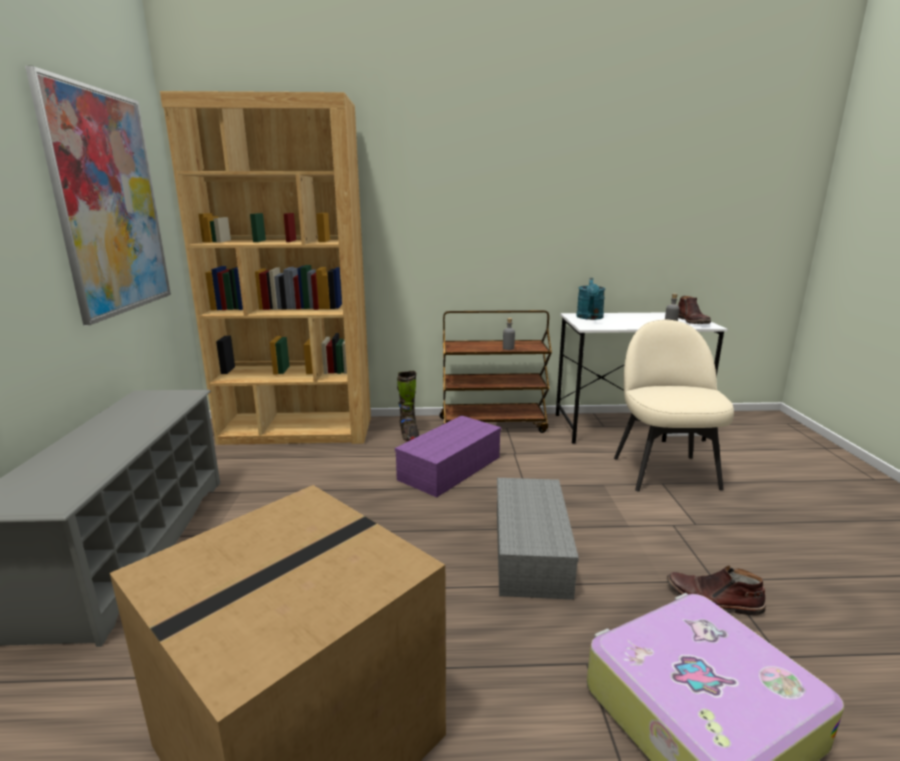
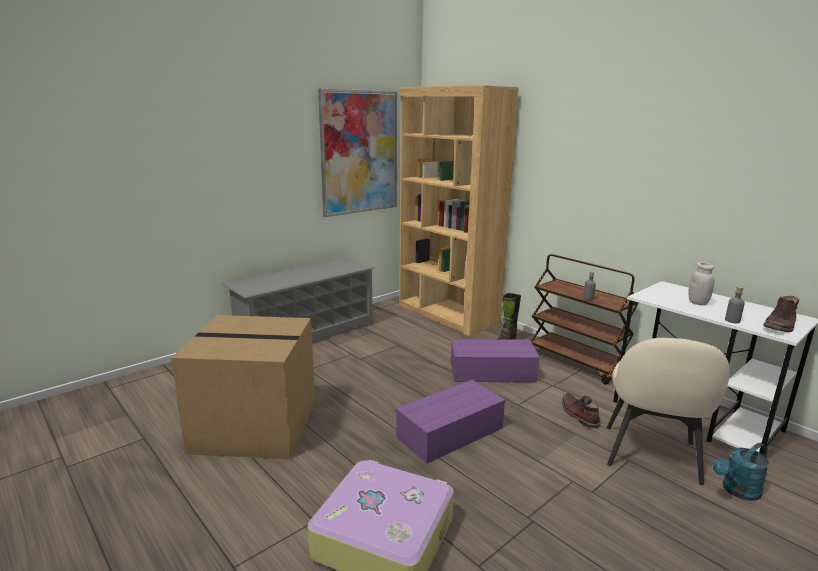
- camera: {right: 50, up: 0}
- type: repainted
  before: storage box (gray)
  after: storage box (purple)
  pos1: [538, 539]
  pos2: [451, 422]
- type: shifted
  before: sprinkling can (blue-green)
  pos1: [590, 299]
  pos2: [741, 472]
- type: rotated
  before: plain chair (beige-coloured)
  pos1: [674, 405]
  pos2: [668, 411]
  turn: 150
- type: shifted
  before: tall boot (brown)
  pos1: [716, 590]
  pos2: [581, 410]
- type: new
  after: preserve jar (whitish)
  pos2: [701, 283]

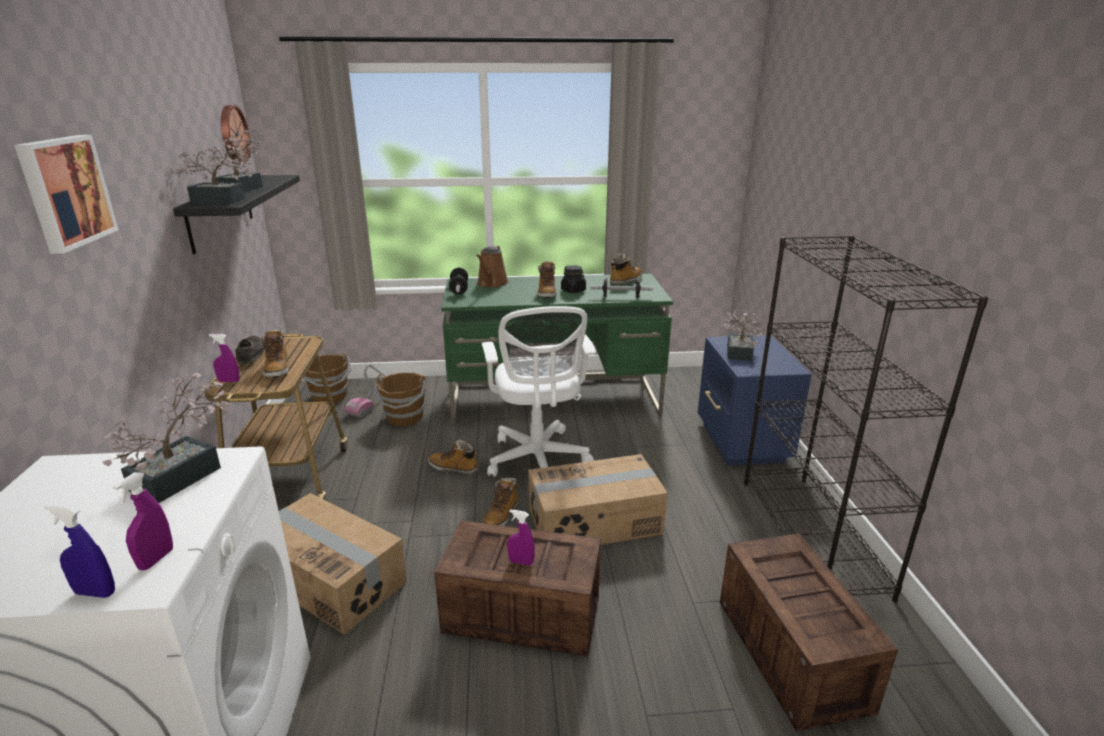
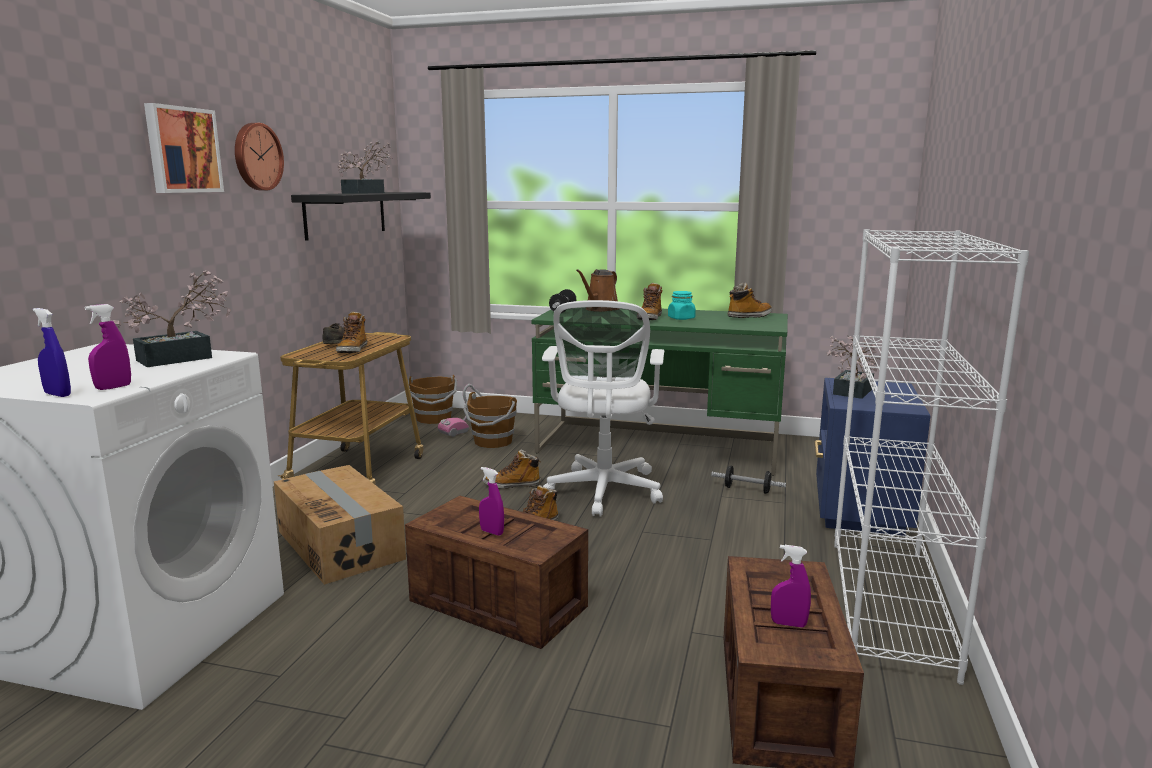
- camera: {right: 20, up: -10}
- type: gone
  before: plant in a pot
  pos1: [212, 171]
- type: shifted
  before: sprayer (purple)
  pos1: [224, 358]
  pos2: [791, 586]
- type: shifted
  before: clock on the wall
  pos1: [235, 133]
  pos2: [259, 156]
- type: rotated
  before: tall boot
  pos1: [453, 457]
  pos2: [512, 469]
  turn: -45
- type: gone
  before: carton
  pos1: [598, 499]
- type: repainted
  before: preserve jar (black-coloured)
  after: preserve jar (blue-green)
  pos1: [573, 279]
  pos2: [682, 305]
- type: shifted
  before: dumbbell
  pos1: [621, 288]
  pos2: [748, 480]
- type: repainted
  before: shelving unit (black-coloured)
  after: shelving unit (whitish)
  pos1: [866, 418]
  pos2: [931, 457]

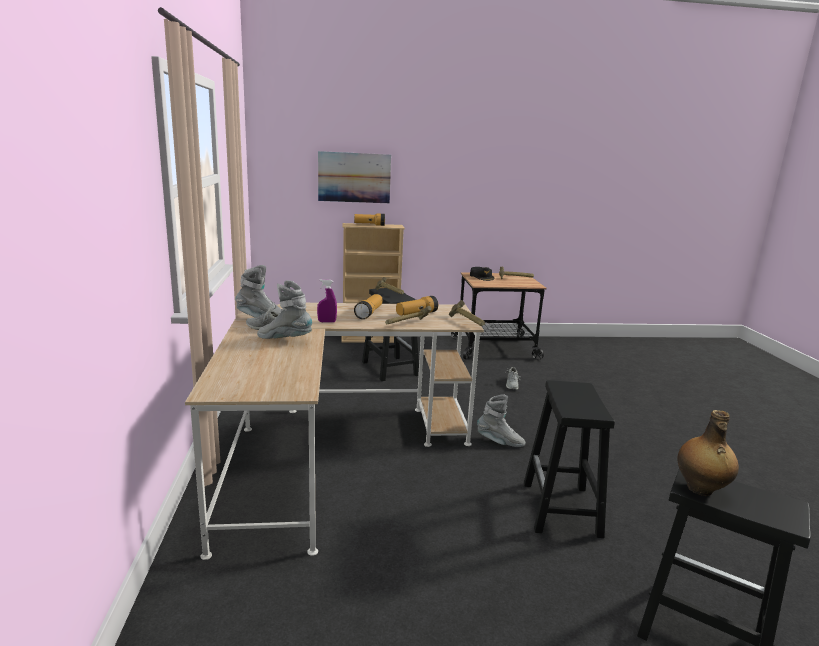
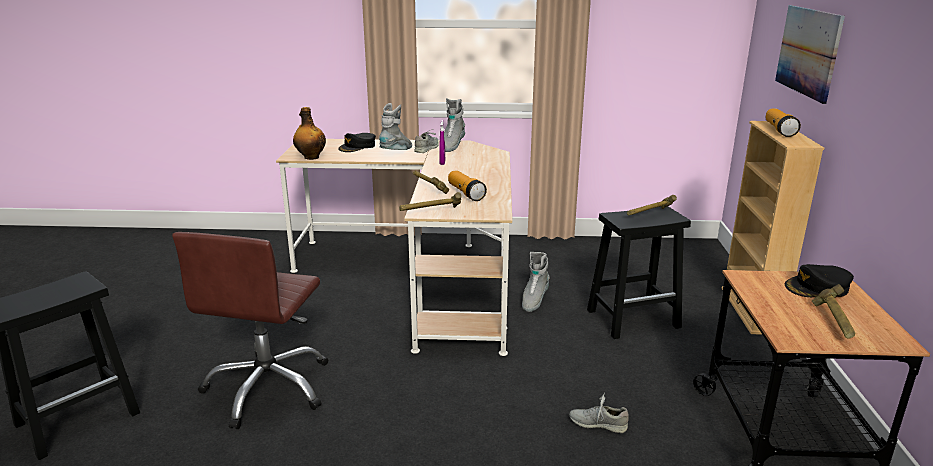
- camera: {right: 100, up: 5}
- type: gone
  before: hand torch
  pos1: [368, 306]
- type: shifted
  before: tall boot (gray)
  pos1: [501, 420]
  pos2: [535, 282]
- type: swapped
  before: sitting stool (black-coloured)
  after: desk chair (brown)
  pos1: [569, 459]
  pos2: [250, 330]
- type: shifted
  before: drink bottle
  pos1: [708, 453]
  pos2: [309, 133]
- type: new
  after: baseball cap (black-coloured)
  pos2: [357, 142]

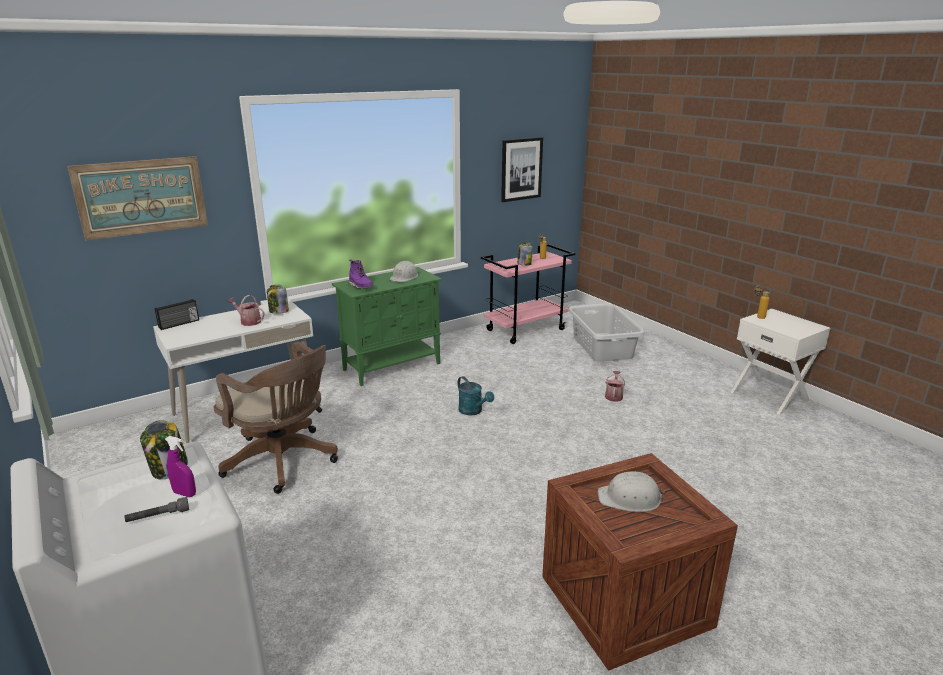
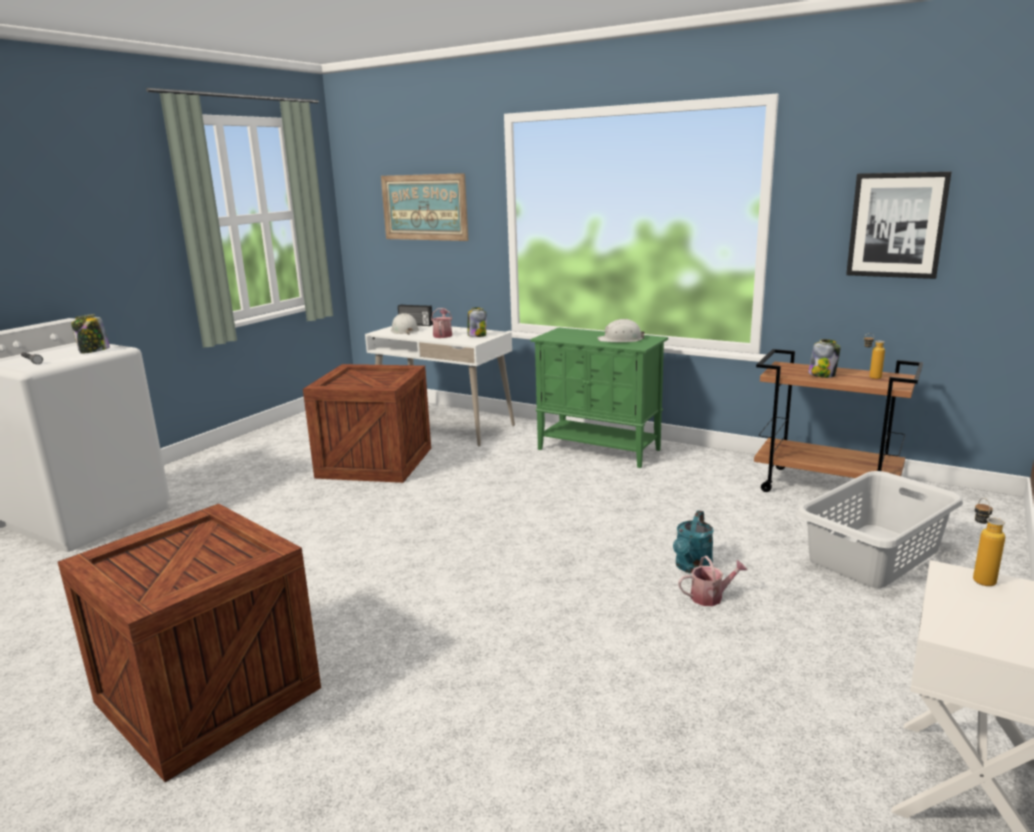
- camera: {right: 65, up: -5}
- type: gone
  before: sprayer (purple)
  pos1: [180, 466]
- type: swapped
  before: desk chair (brown)
  after: crate
  pos1: [276, 418]
  pos2: [367, 423]
- type: gone
  before: tall boot (purple)
  pos1: [360, 274]
- type: shifted
  before: sprinkling can (blue-green)
  pos1: [476, 395]
  pos2: [693, 541]
- type: repainted
  before: cart (pinkish)
  after: cart (brown)
  pos1: [528, 294]
  pos2: [838, 420]
- type: shifted
  before: work helmet (whitish)
  pos1: [631, 491]
  pos2: [405, 324]

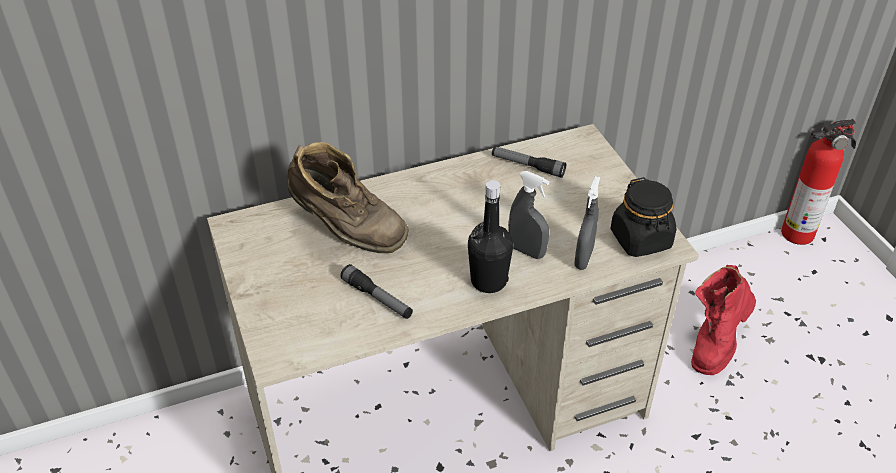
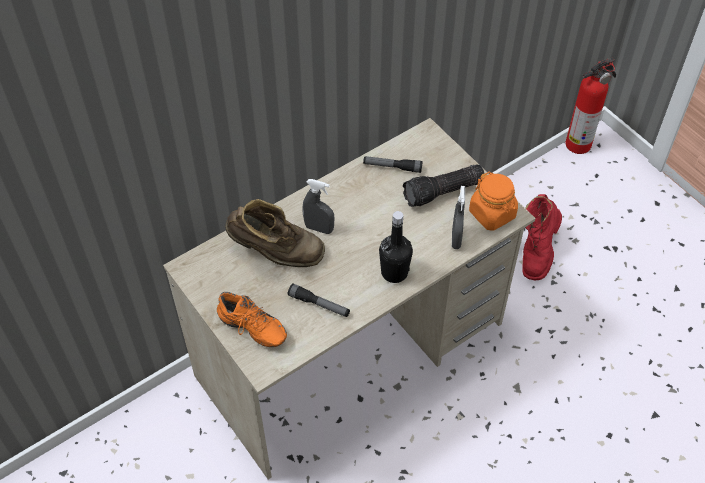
- camera: {right: -15, up: 10}
- type: shifted
  before: sprayer (gray)
  pos1: [528, 215]
  pos2: [318, 206]
- type: repainted
  before: preserve jar (black-coloured)
  after: preserve jar (orange)
  pos1: [643, 217]
  pos2: [493, 201]
- type: new
  after: low shoe (orange)
  pos2: [252, 319]
- type: new
  after: hand torch
  pos2: [443, 185]

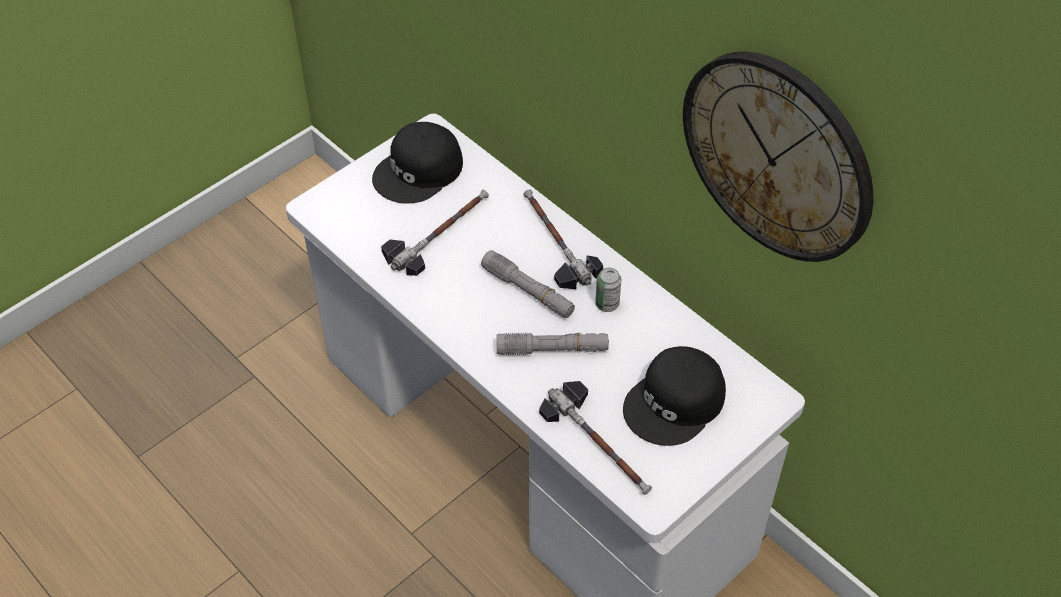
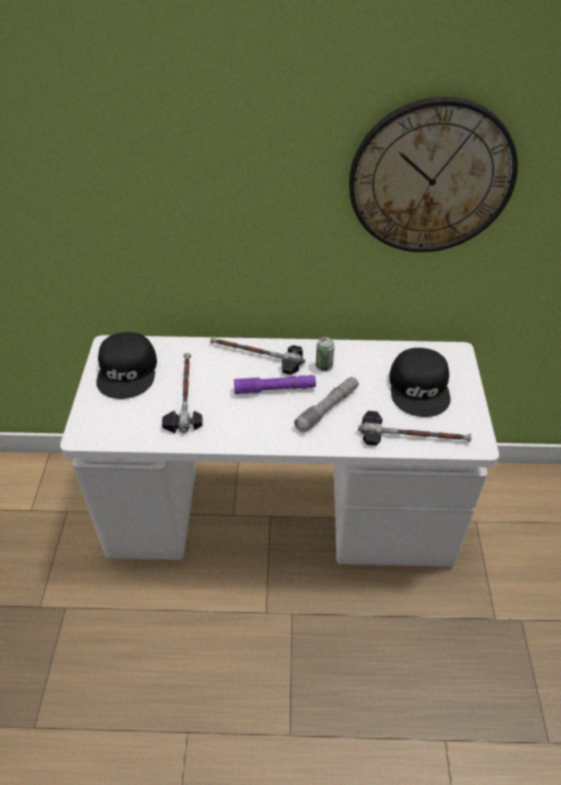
- camera: {right: -45, up: -5}
- type: repainted
  before: hand torch (gray)
  after: hand torch (purple)
  pos1: [528, 284]
  pos2: [275, 384]

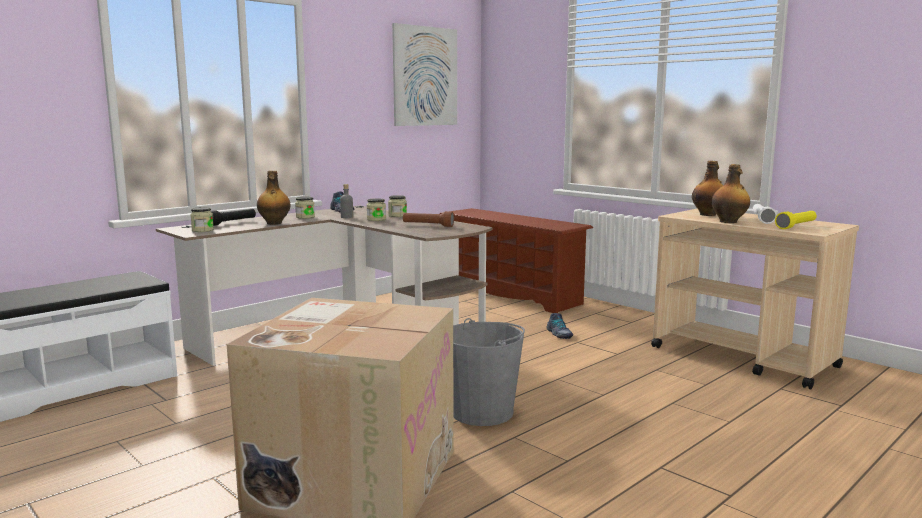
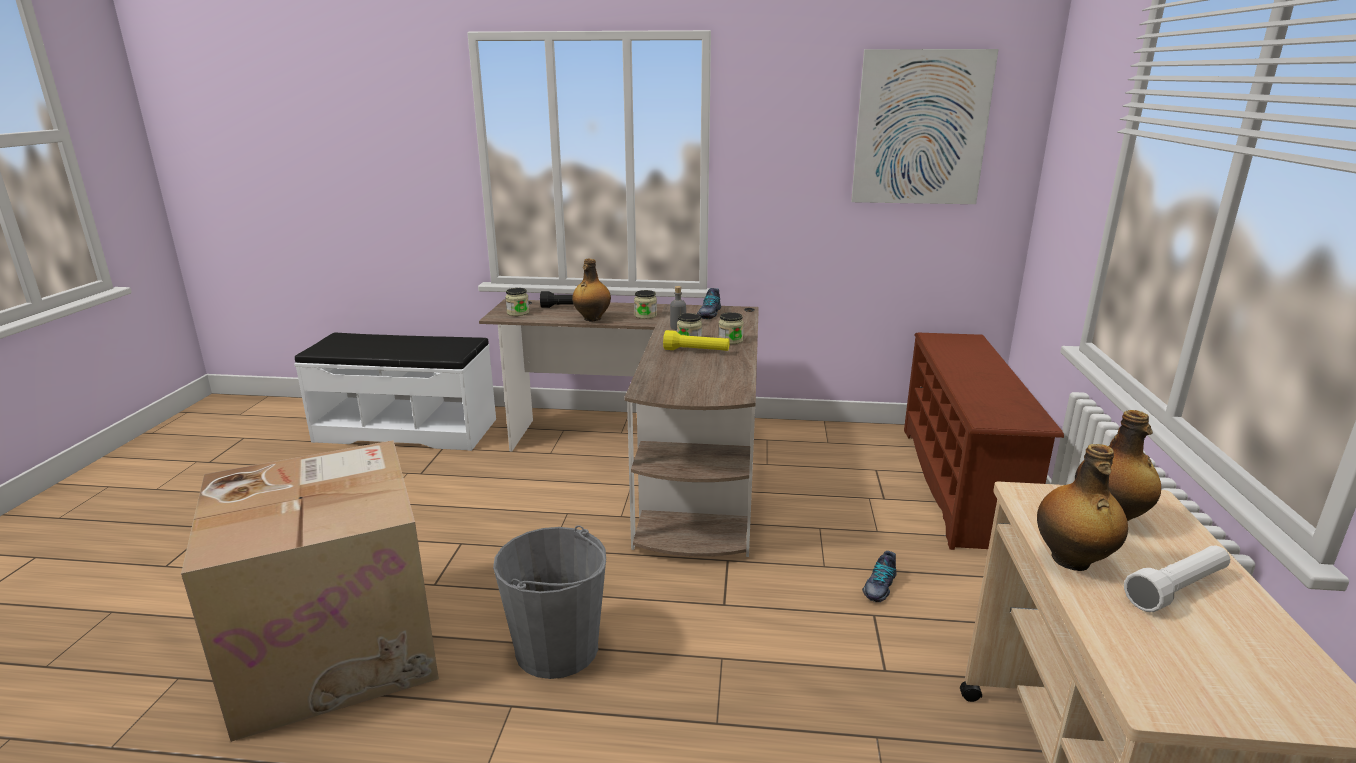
- camera: {right: 50, up: 10}
- type: gone
  before: hand torch (brown)
  pos1: [428, 219]
- type: shifted
  before: hand torch (yellow)
  pos1: [796, 220]
  pos2: [696, 340]

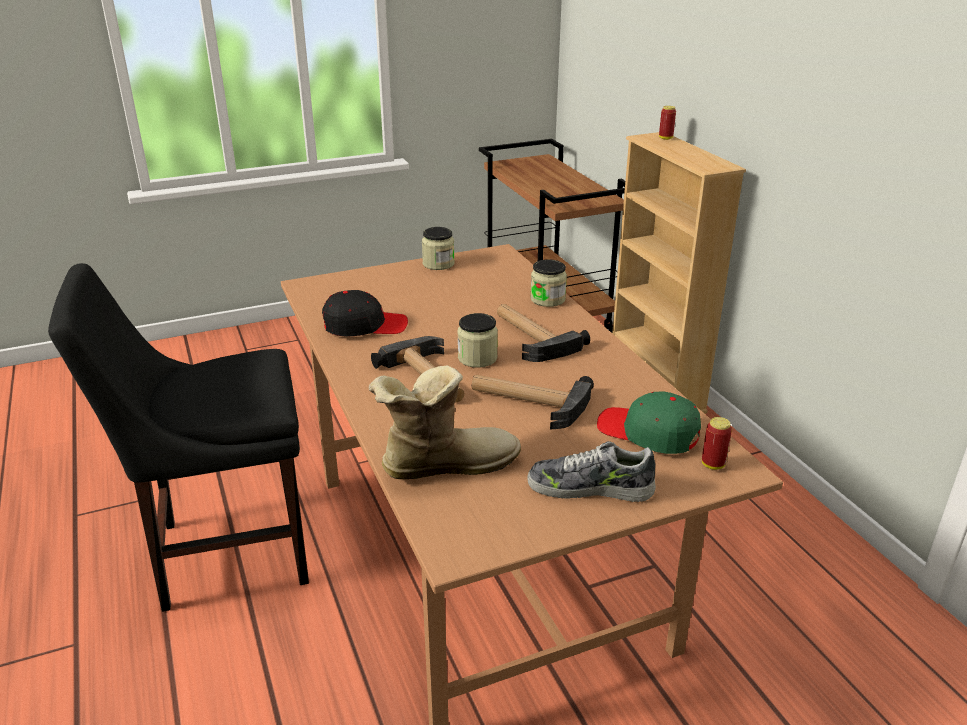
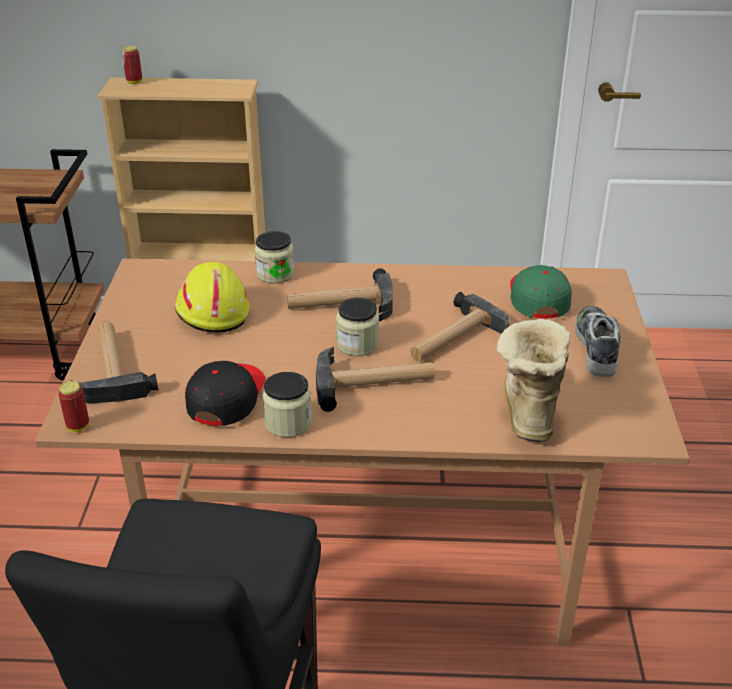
- camera: {right: -65, up: 5}
- type: shifted
  before: preserve jar
  pos1: [438, 248]
  pos2: [287, 405]
- type: rotated
  before: low shoe
  pos1: [591, 471]
  pos2: [598, 341]
  turn: 150
- type: rotated
  before: baseball cap (green)
  pos1: [649, 423]
  pos2: [541, 292]
  turn: 120
- type: shifted
  before: metal can
  pos1: [717, 443]
  pos2: [73, 406]
- type: new
  after: hand hammer
  pos2: [114, 363]
- type: new
  after: work helmet (yellow)
  pos2: [212, 297]

